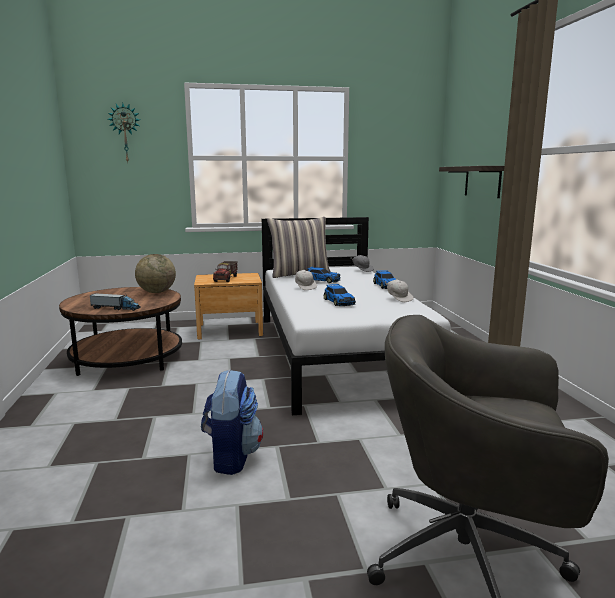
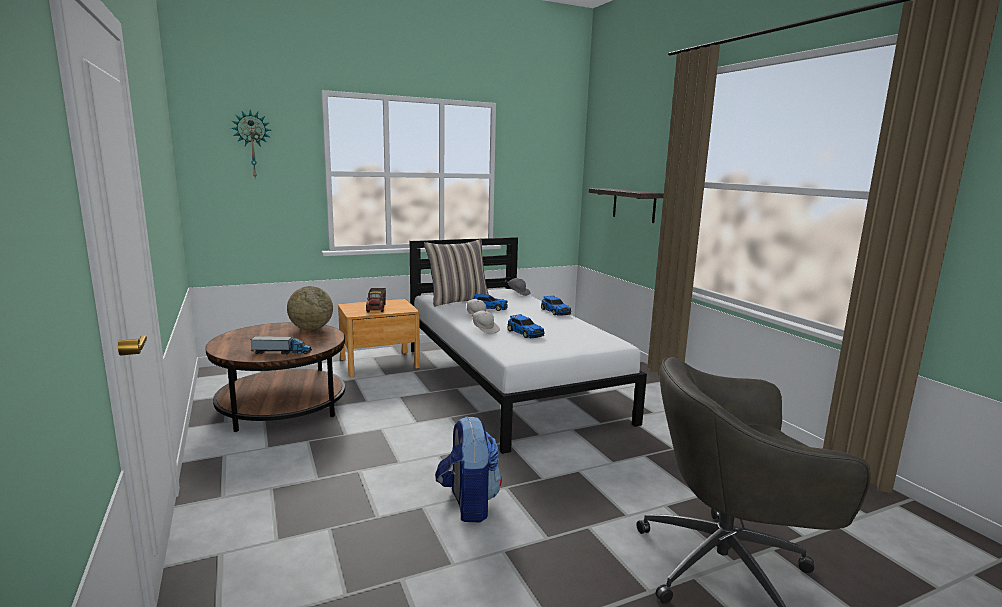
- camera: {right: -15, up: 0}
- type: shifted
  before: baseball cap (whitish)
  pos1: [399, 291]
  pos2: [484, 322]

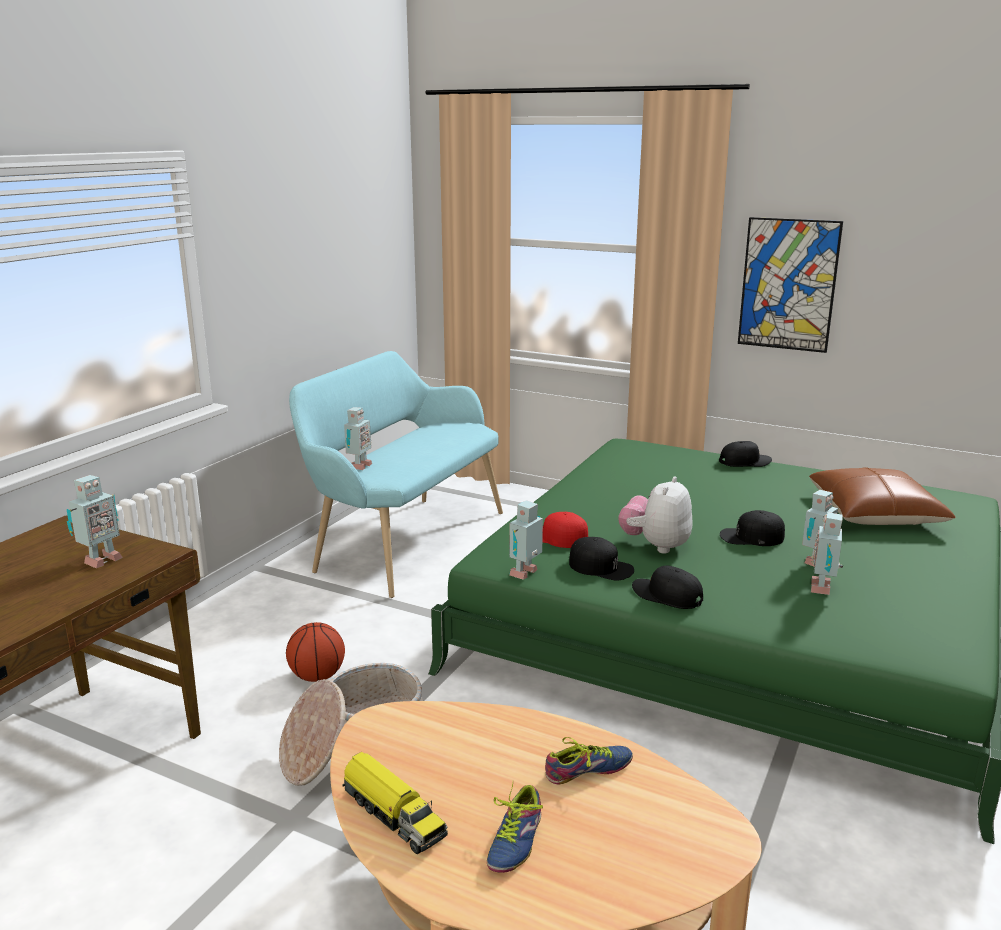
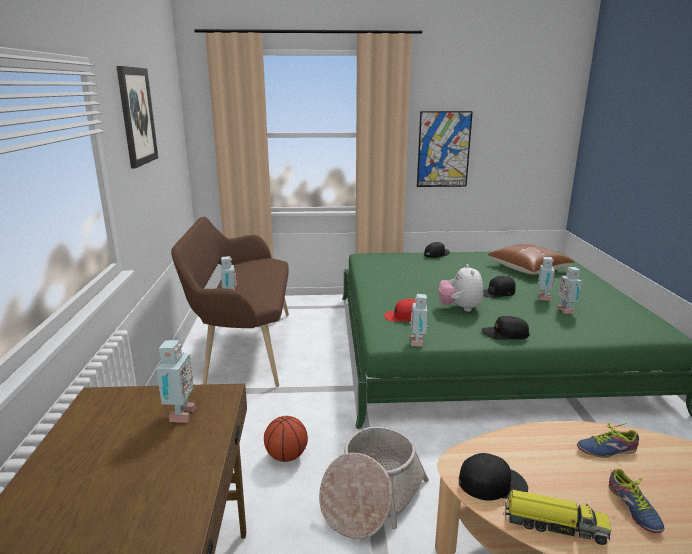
- camera: {right: -30, up: 0}
- type: repainted
  before: indoor bench (blue-green)
  after: indoor bench (brown)
  pos1: [396, 474]
  pos2: [230, 302]
- type: rotated
  before: low shoe
  pos1: [589, 760]
  pos2: [608, 440]
  turn: -135
- type: shifted
  before: baseball cap (black-coloured)
  pos1: [601, 559]
  pos2: [493, 477]
- type: new
  after: wall picture
  pos2: [137, 117]

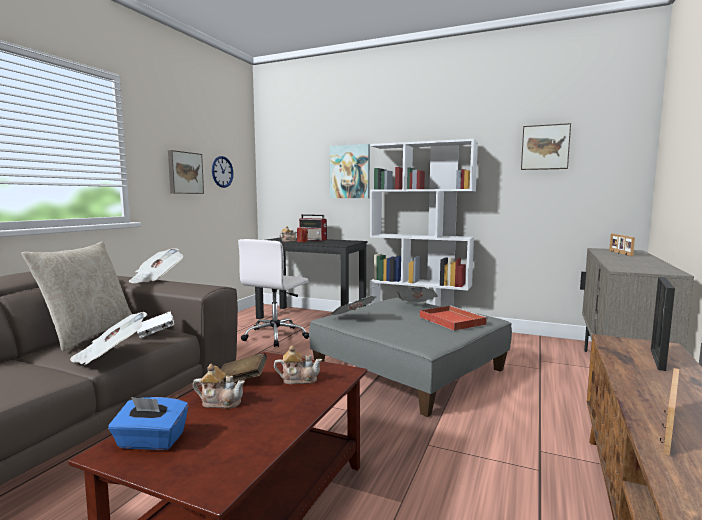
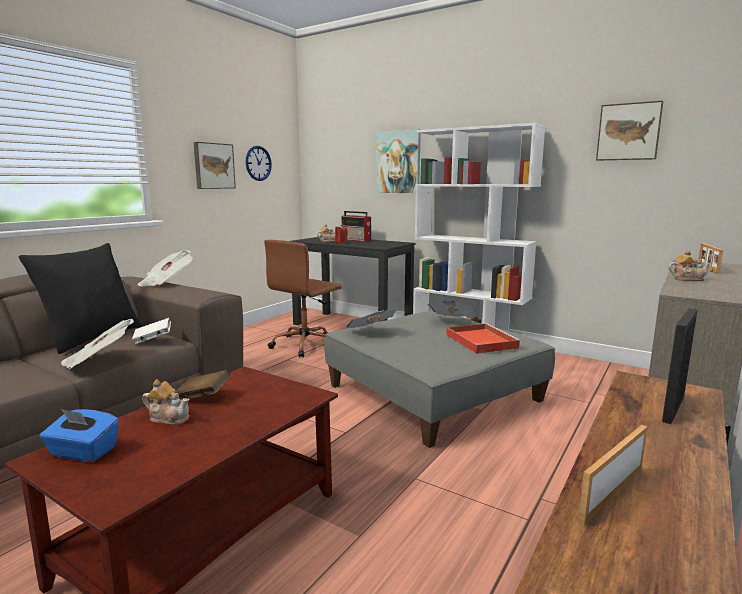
- camera: {right: 10, up: 5}
- type: repainted
  before: cushion (beige-coloured)
  after: cushion (black-coloured)
  pos1: [76, 296]
  pos2: [80, 298]
- type: repainted
  before: desk chair (whitish)
  after: desk chair (brown)
  pos1: [273, 293]
  pos2: [302, 298]
- type: shifted
  before: tea pot
  pos1: [298, 364]
  pos2: [689, 265]

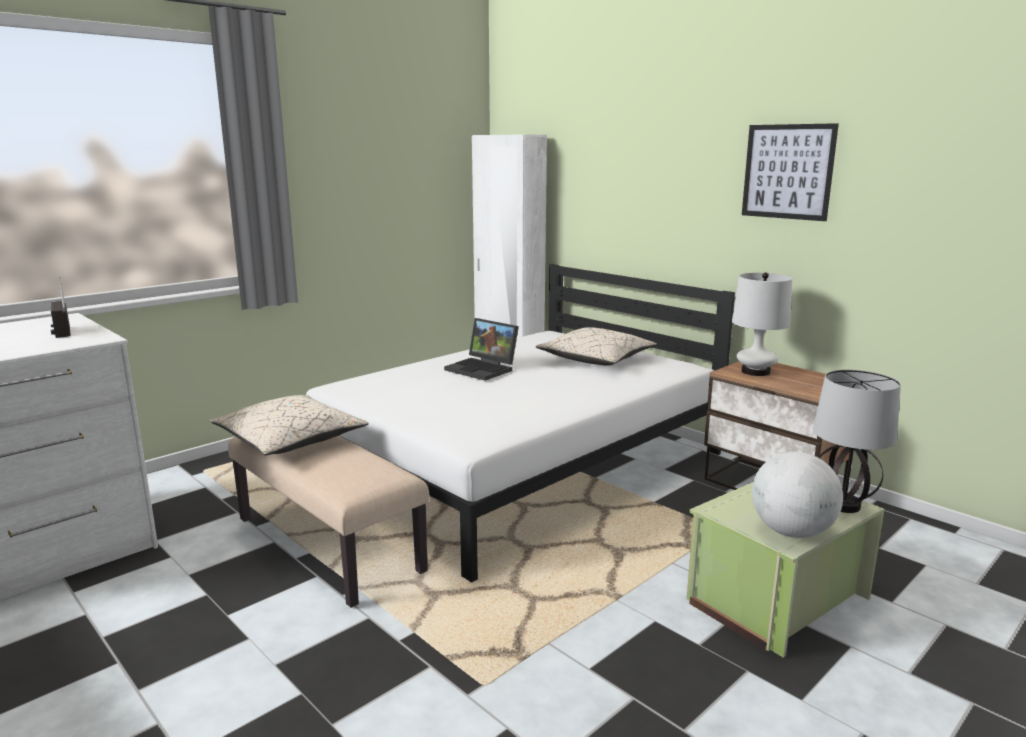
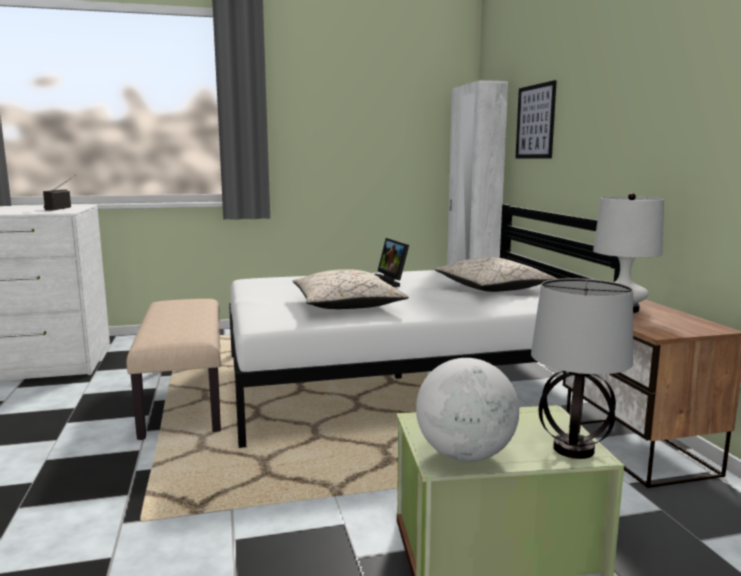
- camera: {right: 30, up: -5}
- type: shifted
  before: cushion (beige-coloured)
  pos1: [289, 425]
  pos2: [351, 289]
- type: shifted
  before: wall picture
  pos1: [790, 172]
  pos2: [536, 119]

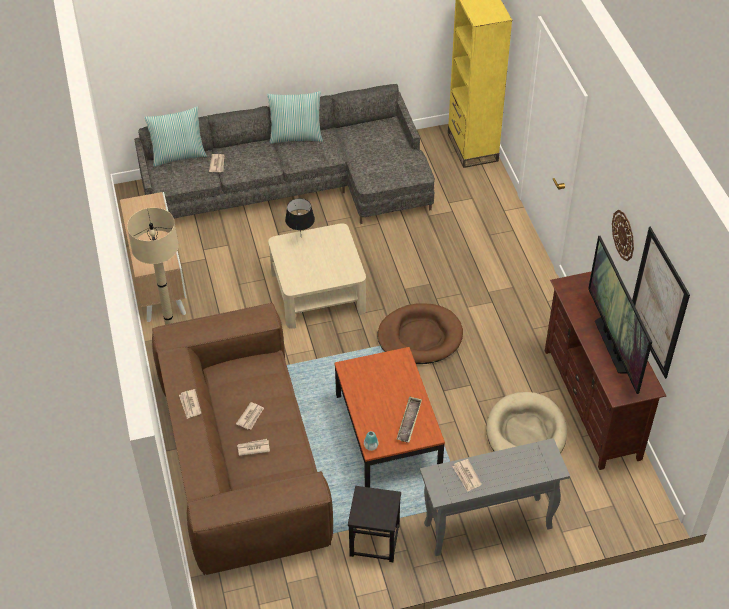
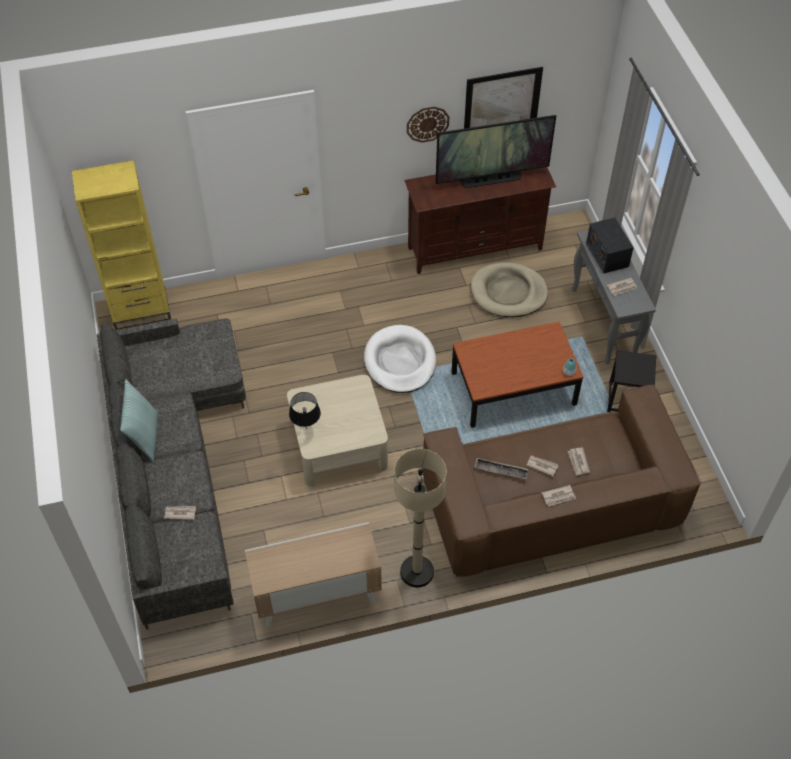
- camera: {right: -90, up: 5}
- type: gone
  before: cushion
  pos1: [175, 136]
- type: repainted
  before: dog cushion (brown)
  after: dog cushion (whitish)
  pos1: [420, 333]
  pos2: [400, 359]
- type: shifted
  before: carrying tray
  pos1: [409, 419]
  pos2: [501, 468]
- type: new
  after: radio
  pos2: [610, 245]

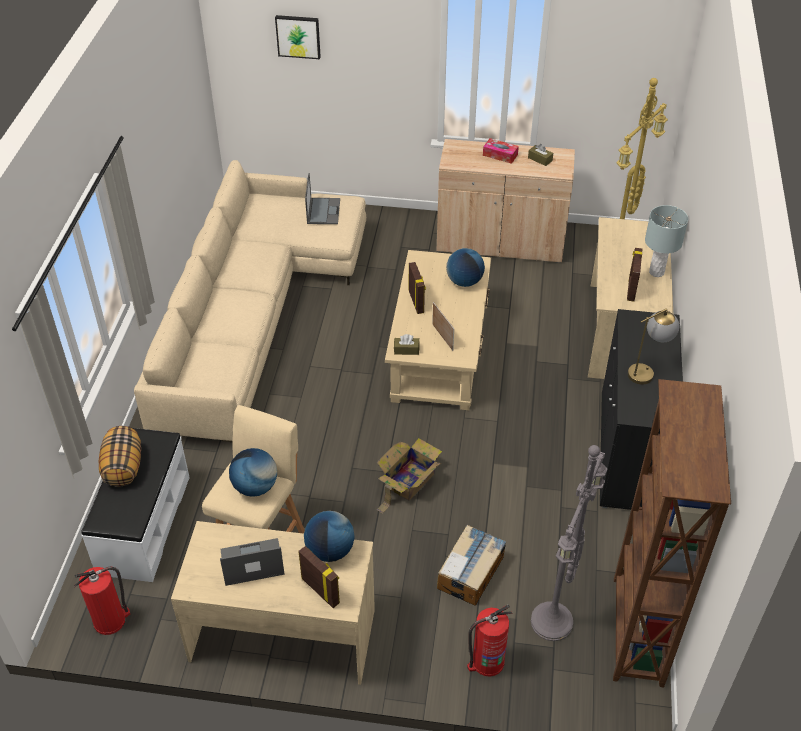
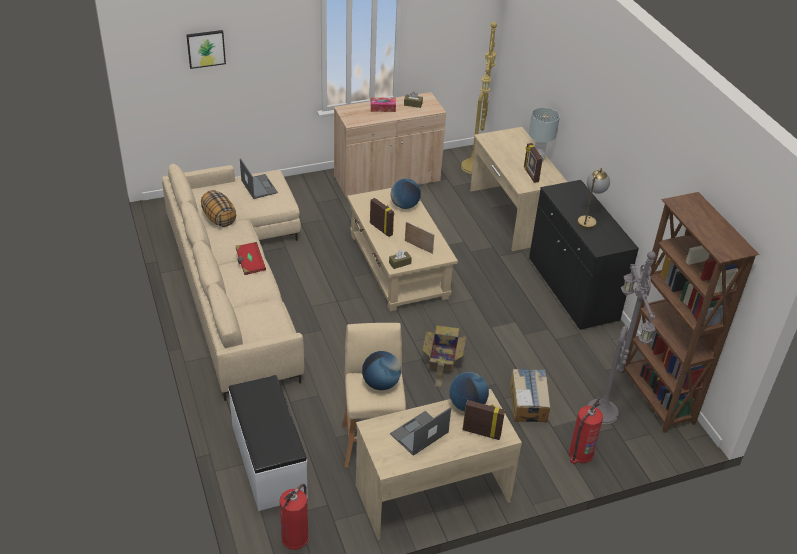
- camera: {right: -30, up: -5}
- type: shifted
  before: cushion
  pos1: [120, 456]
  pos2: [218, 208]
- type: new
  after: bound book (red-coloured)
  pos2: [251, 258]

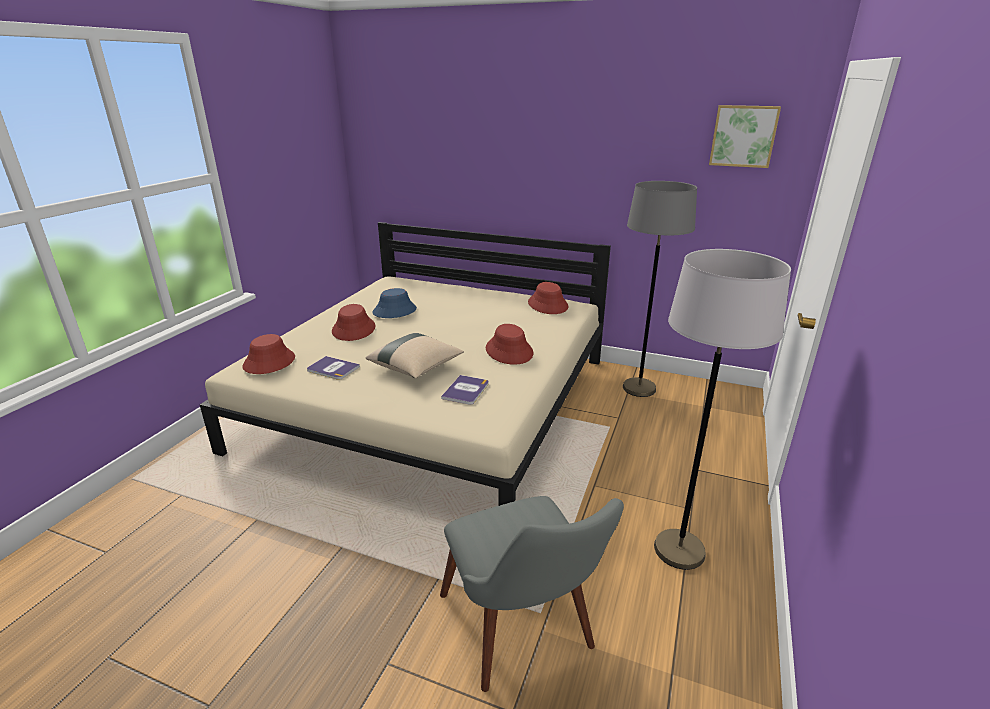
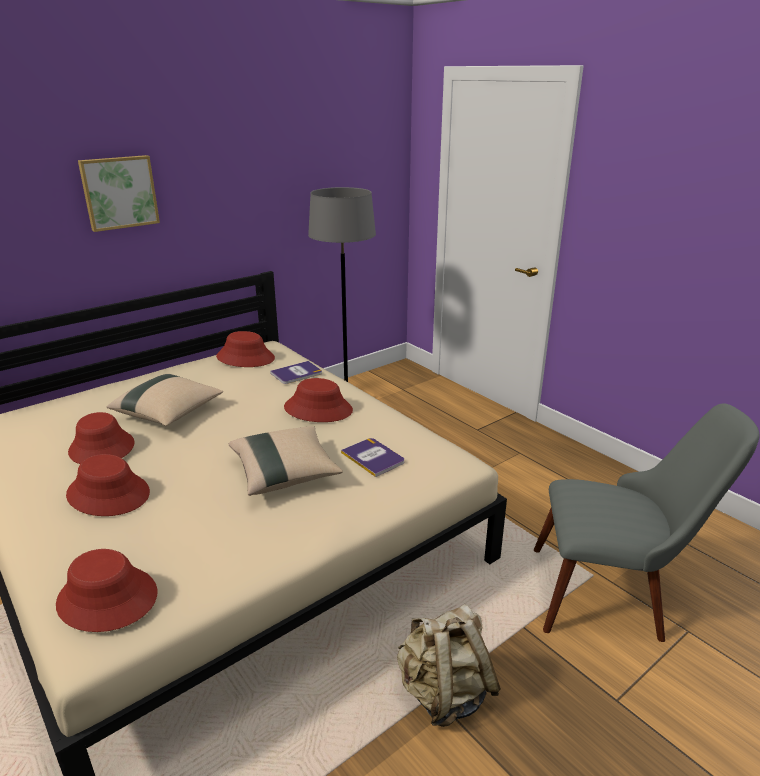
- camera: {right: -60, up: 0}
- type: shifted
  before: bound book
  pos1: [333, 368]
  pos2: [296, 372]
- type: repainted
  before: clothing hat (blue)
  after: clothing hat (red-coloured)
  pos1: [394, 303]
  pos2: [101, 438]
- type: gone
  before: standing lamp (gray)
  pos1: [722, 409]
- type: shifted
  before: wall picture
  pos1: [745, 136]
  pos2: [119, 193]
- type: new
  after: cushion (beige-coloured)
  pos2: [165, 400]
- type: new
  after: knapsack (beige-coloured)
  pos2: [449, 665]

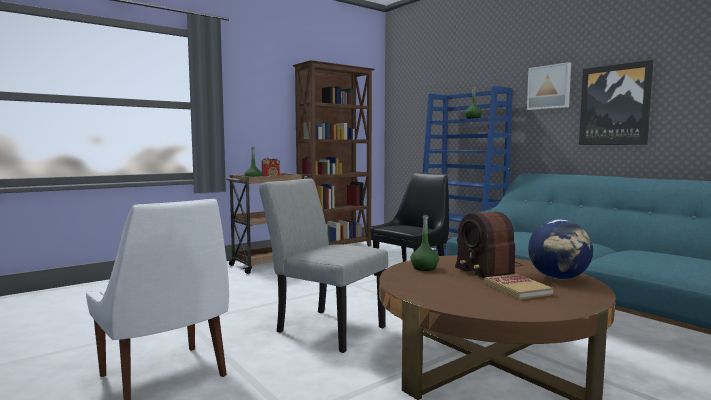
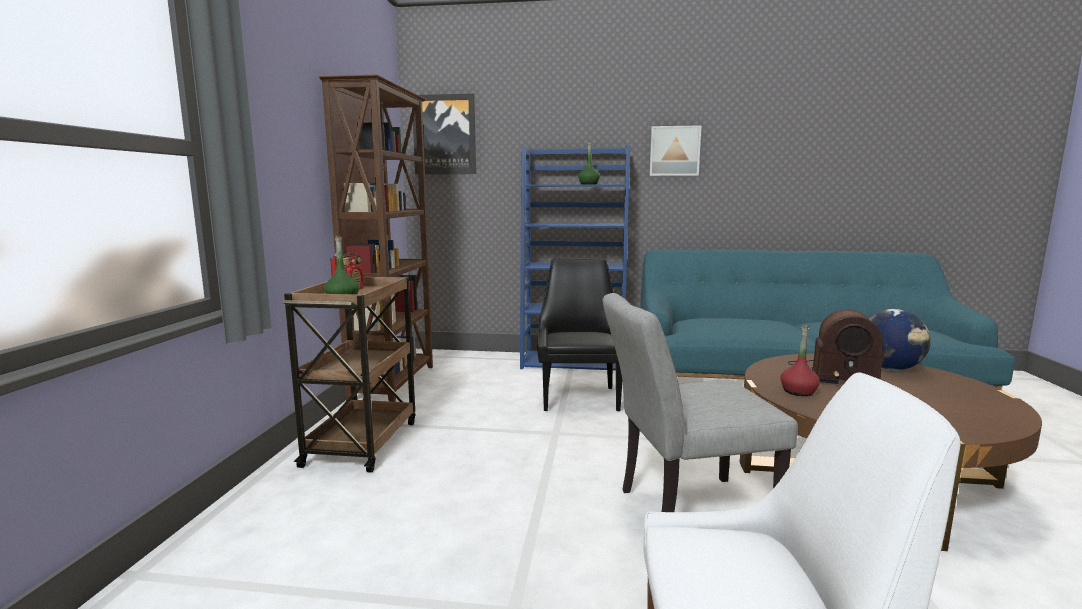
- camera: {right: -45, up: 5}
- type: repainted
  before: drink bottle (green)
  after: drink bottle (red-coloured)
  pos1: [424, 243]
  pos2: [800, 361]
- type: gone
  before: bound book
  pos1: [518, 287]
- type: shifted
  before: wall picture
  pos1: [616, 102]
  pos2: [444, 134]

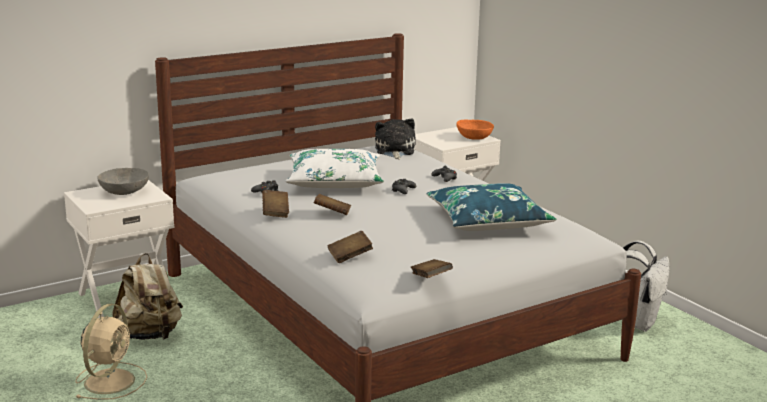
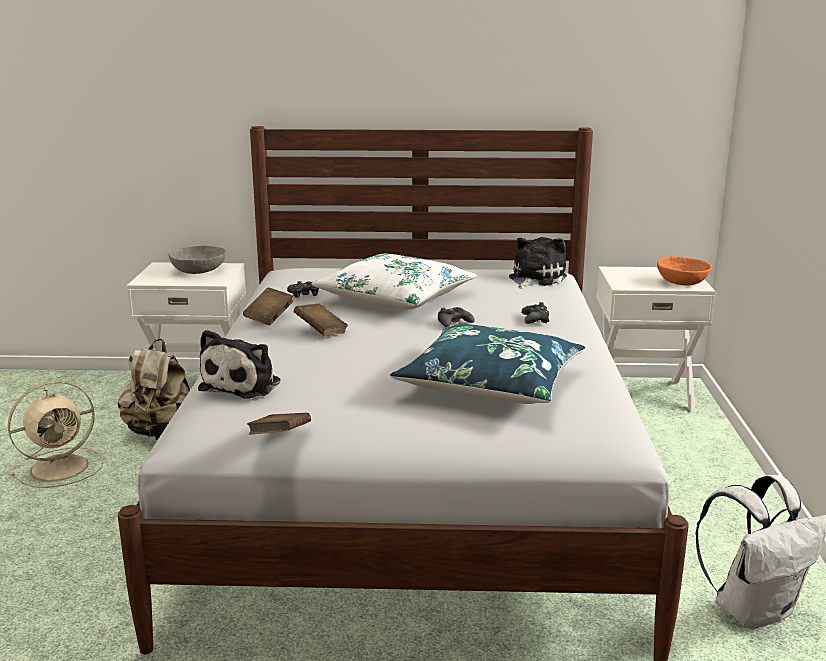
- camera: {right: 35, up: 0}
- type: swapped
  before: bound book (brown)
  after: plush toy
  pos1: [350, 247]
  pos2: [239, 364]

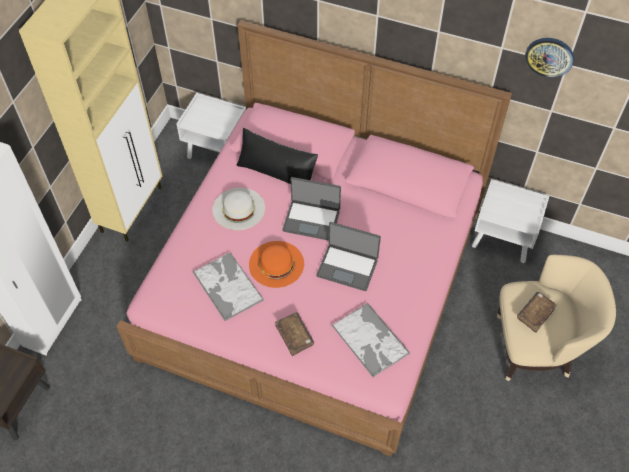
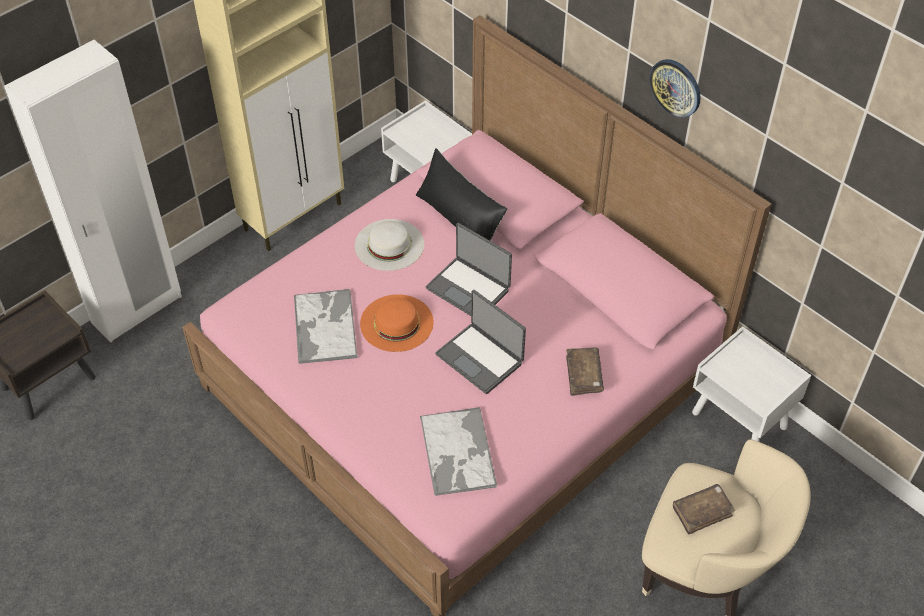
- camera: {right: 25, up: -5}
- type: shifted
  before: bound book (brown)
  pos1: [294, 334]
  pos2: [585, 371]
- type: shifted
  before: clock on the wall
  pos1: [549, 58]
  pos2: [675, 88]

